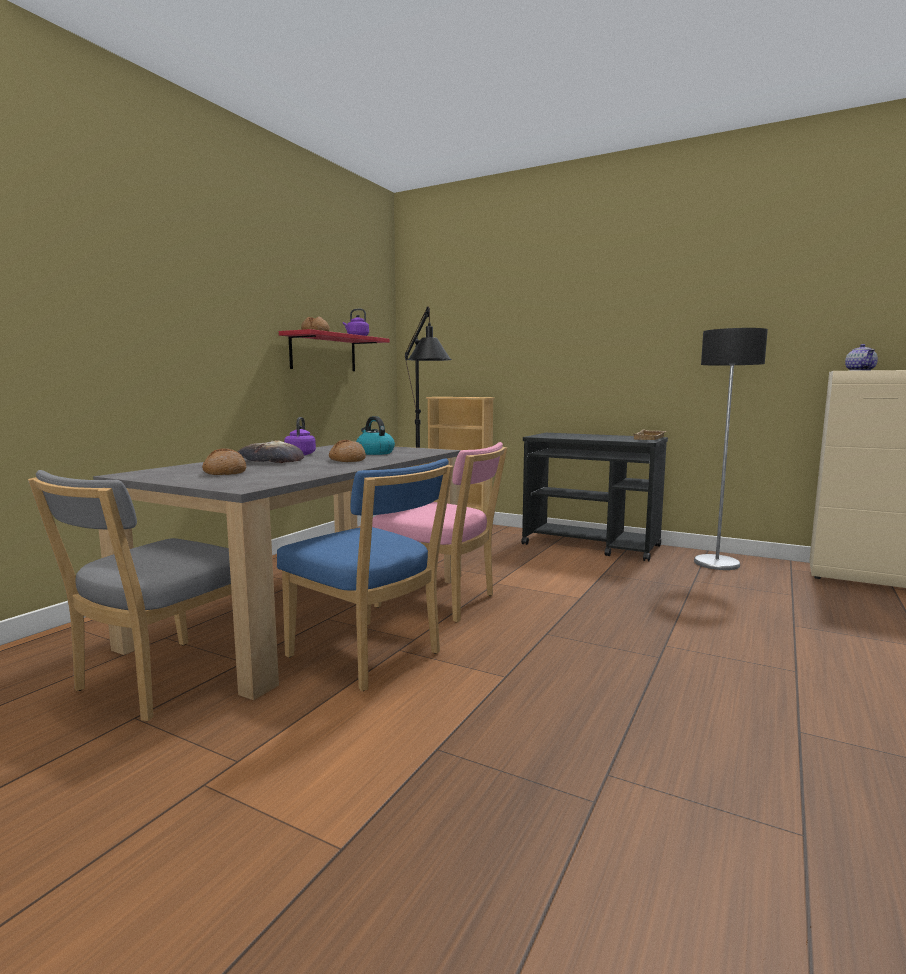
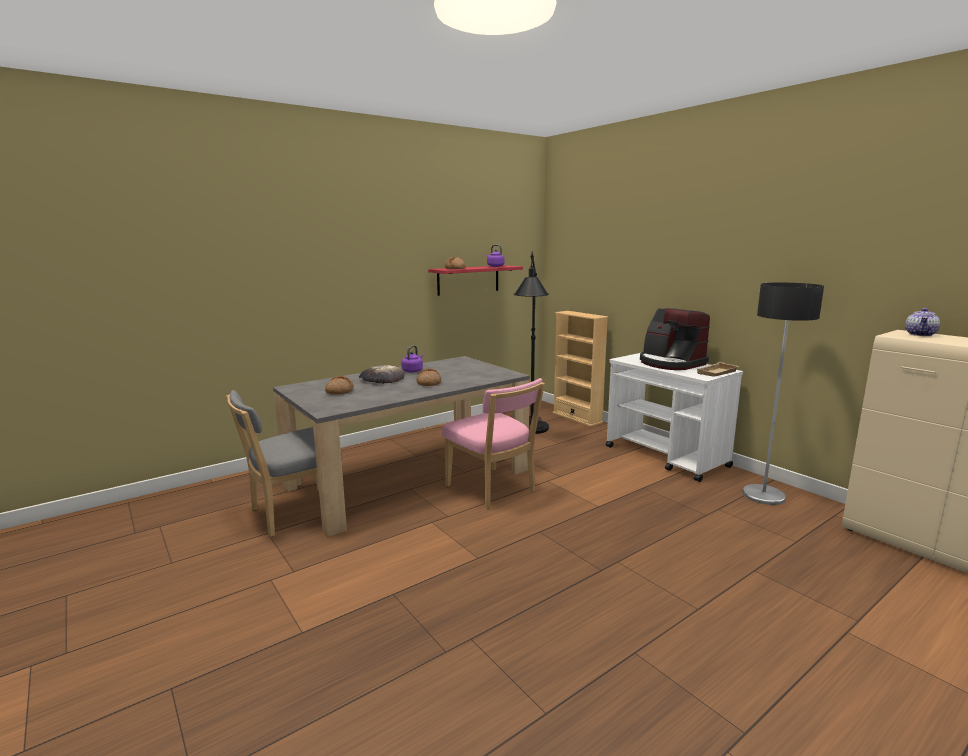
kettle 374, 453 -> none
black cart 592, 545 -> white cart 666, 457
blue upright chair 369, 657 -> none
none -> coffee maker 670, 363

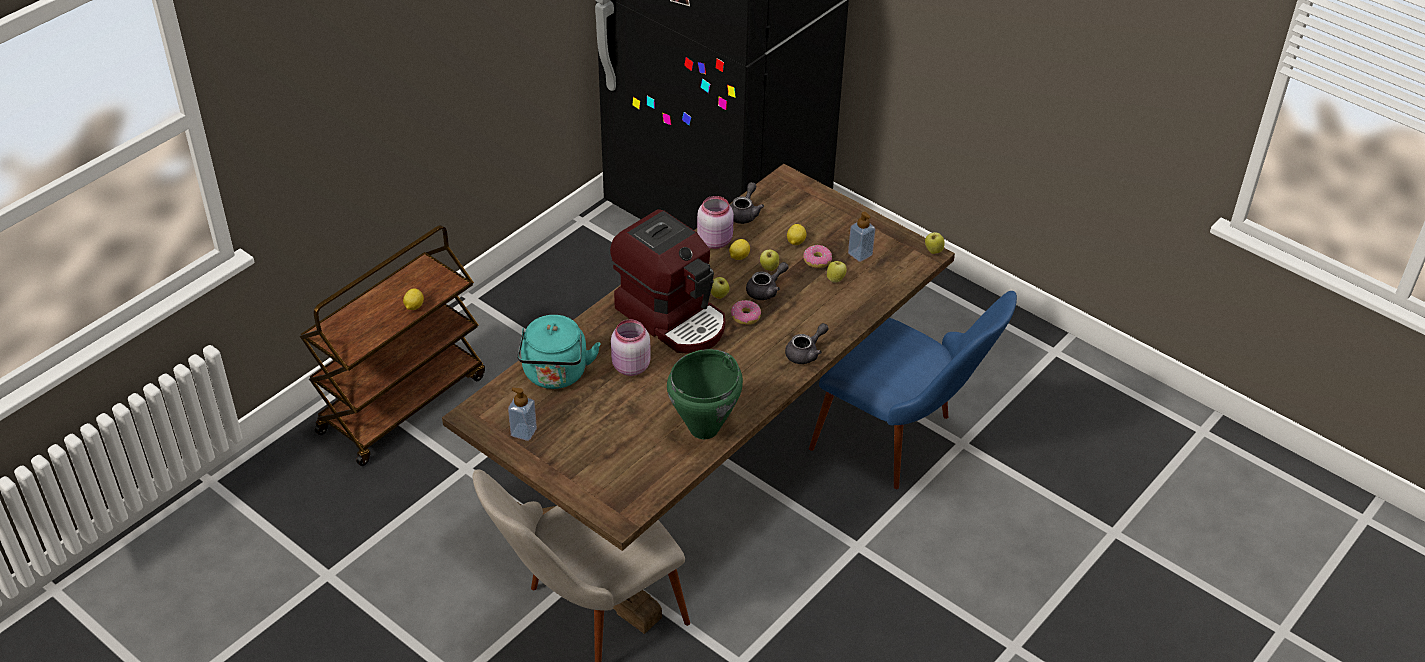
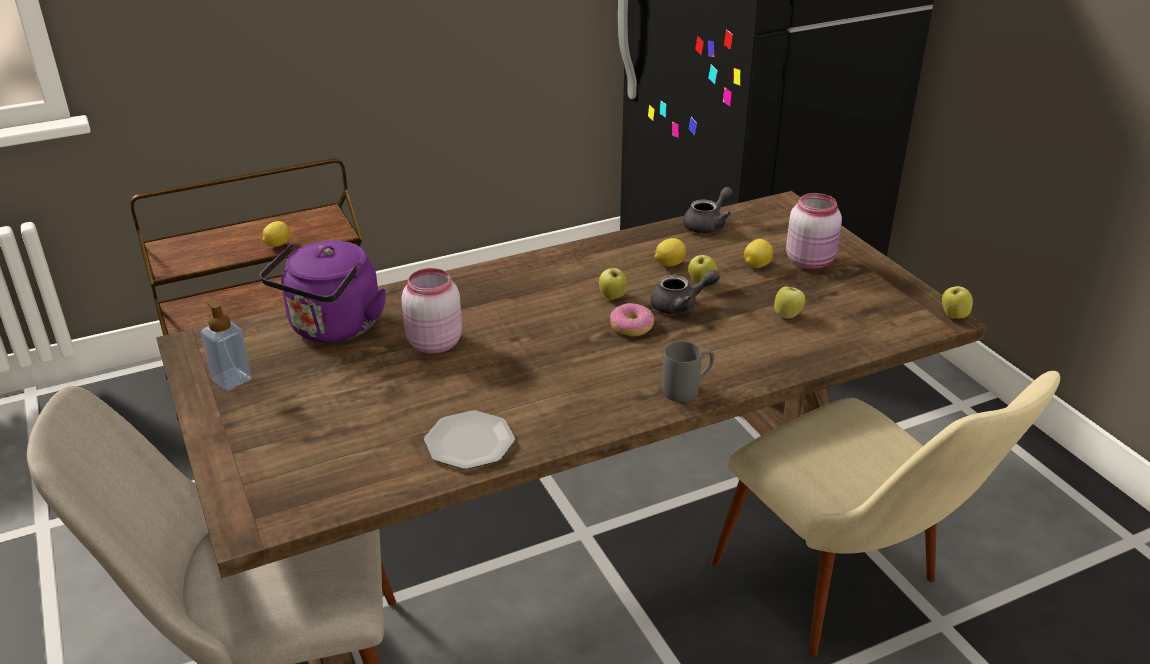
pink-coloured storage jar 715, 240 -> pink-coloured storage jar 811, 261, move
coffee maker 673, 317 -> none
soap bottle 860, 254 -> none
doughnut 817, 261 -> none
blue upright chair 902, 442 -> beige upright chair 849, 594
turquoise-coloured kettle 555, 375 -> purplish kettle 332, 329
grey pot for tea 806, 353 -> grey tea mug 688, 389
greenish stockpot 705, 428 -> dinner plate 470, 443

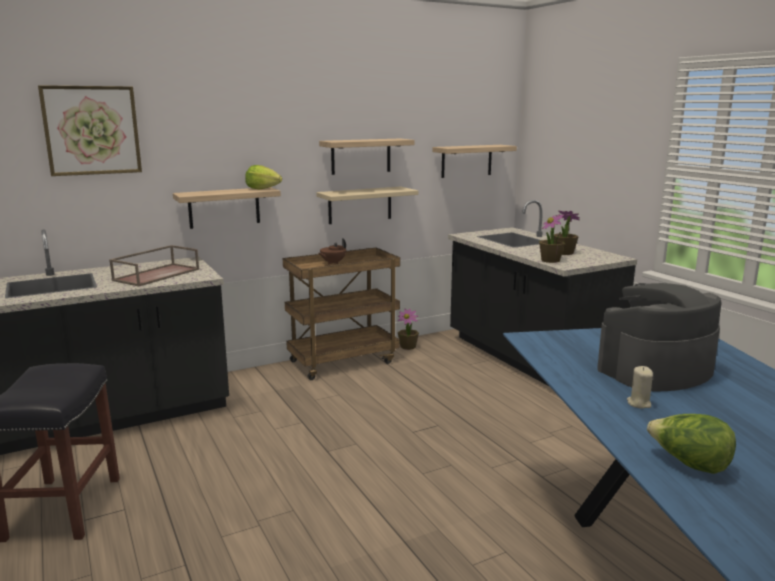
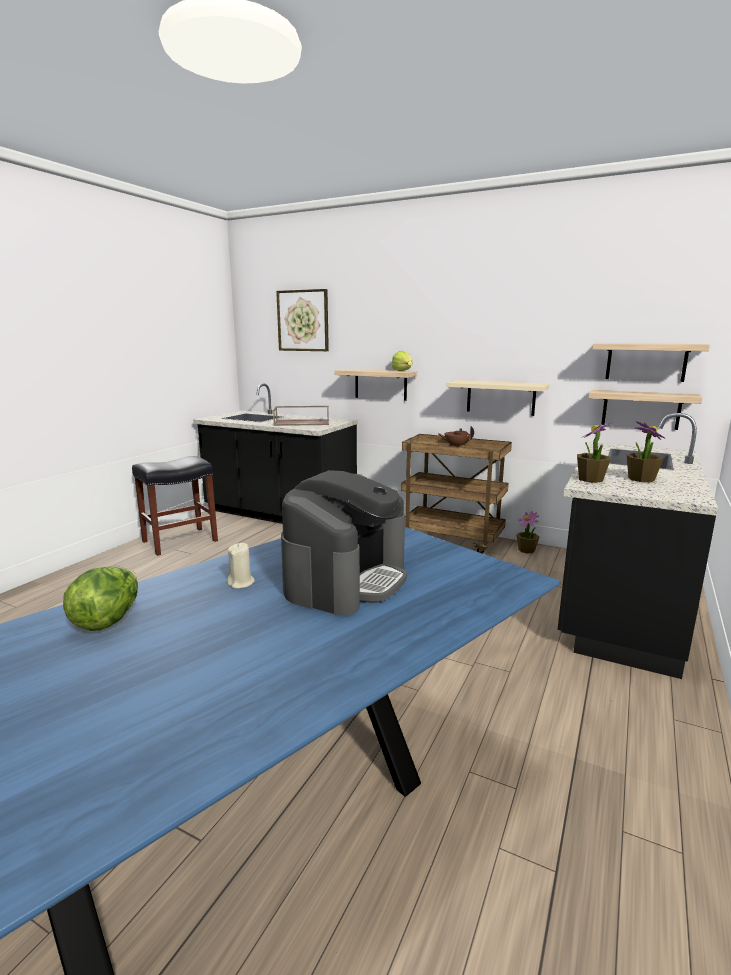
shelf 361, 156 -> shelf 641, 409, move
coffee maker 655, 370 -> coffee maker 346, 579, 90 degrees clockwise

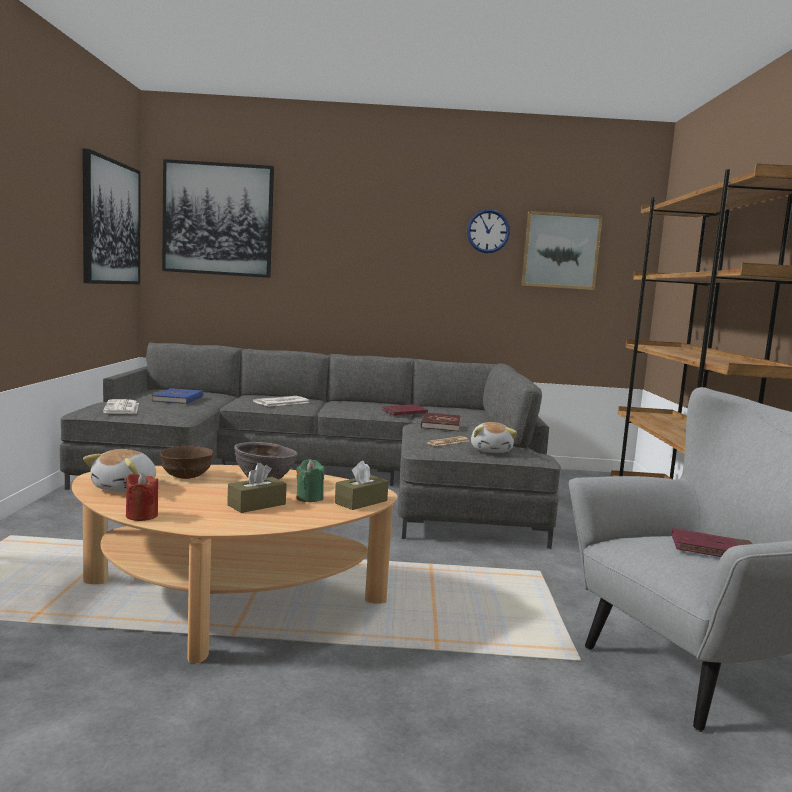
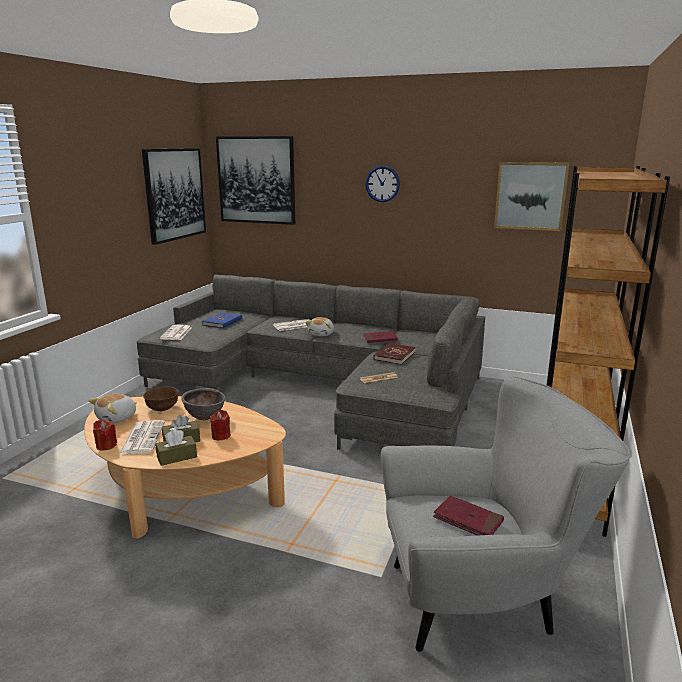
wall clock 488, 231 -> wall clock 382, 184, move
cuddly toy 491, 450 -> cuddly toy 321, 334, move
greenish wax light 309, 498 -> red wax light 221, 436
brown tissue holder 361, 502 -> brown tissue holder 177, 457, move
none -> daily paper 142, 438

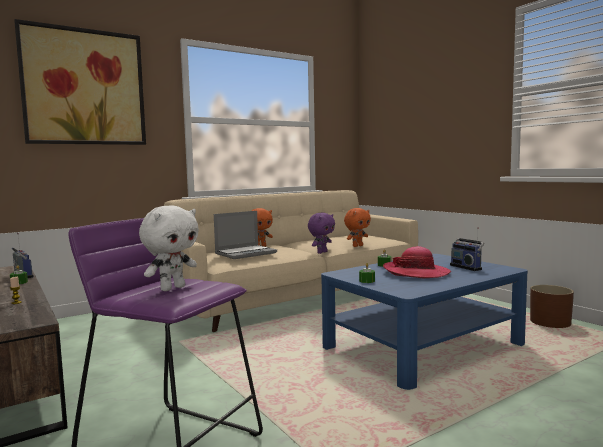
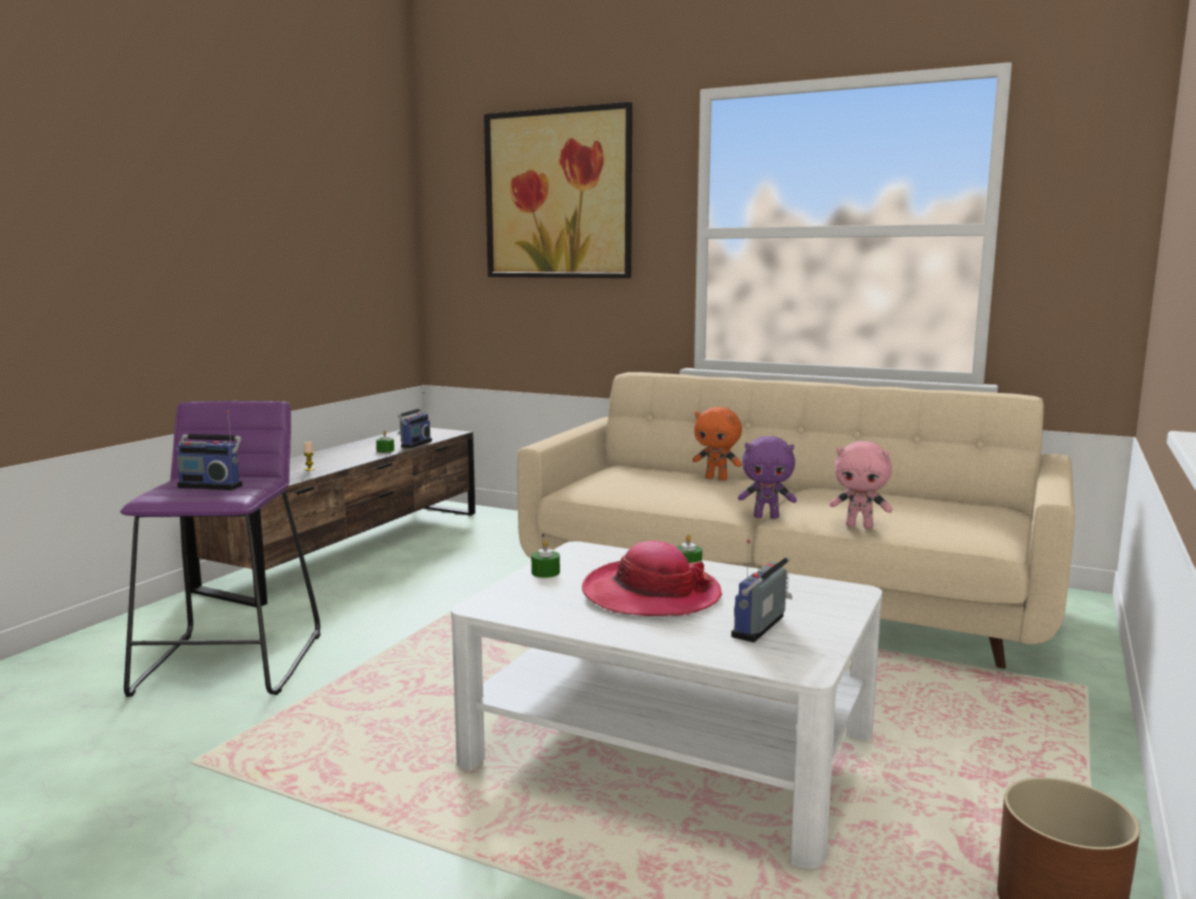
white cuddly toy 172, 288 -> radio receiver 212, 485
orange-coloured cuddly toy 357, 246 -> pink-coloured cuddly toy 860, 526
laptop 246, 253 -> none
blue low table 423, 346 -> white low table 670, 749

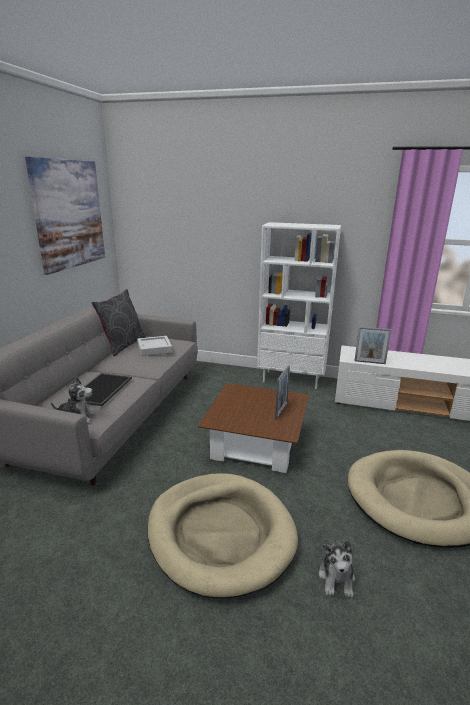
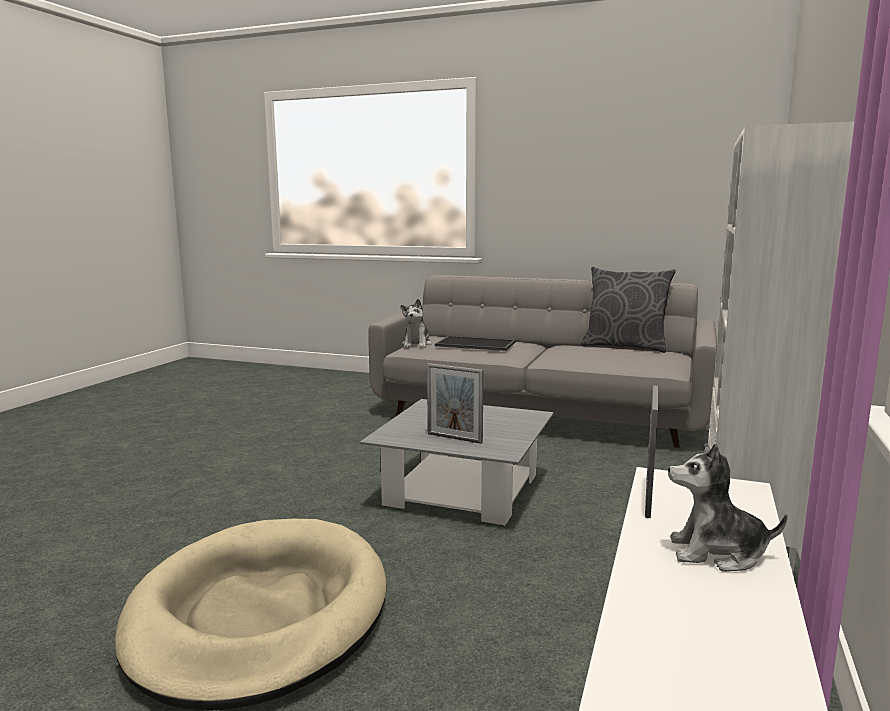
wall art 69, 214 -> none
grey serving tray 154, 349 -> none
brown low table 256, 444 -> grey low table 462, 490
beige dog cushion 220, 534 -> none
cuddly toy 337, 578 -> cuddly toy 717, 553, move

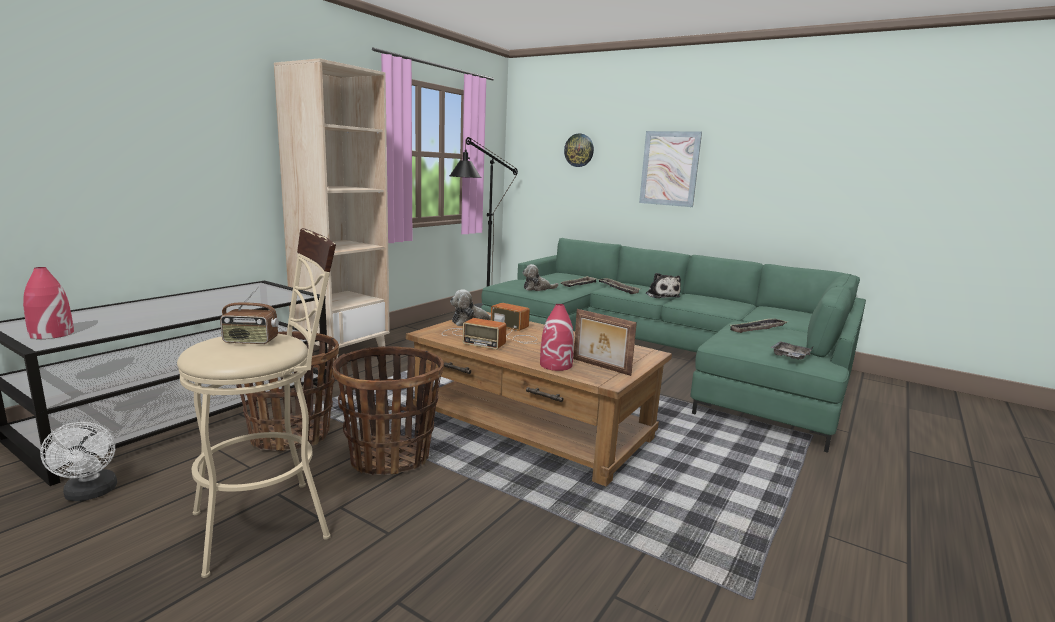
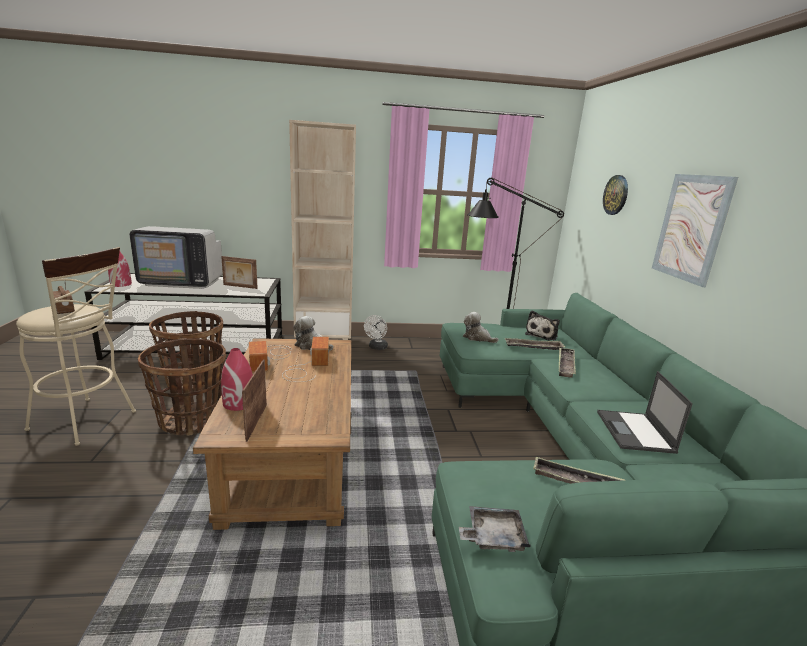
cuddly toy 661, 295 -> cuddly toy 542, 335, move
white fan 90, 494 -> white fan 376, 347, move
none -> TV set 182, 282
none -> standing frame 240, 287
none -> laptop 635, 432

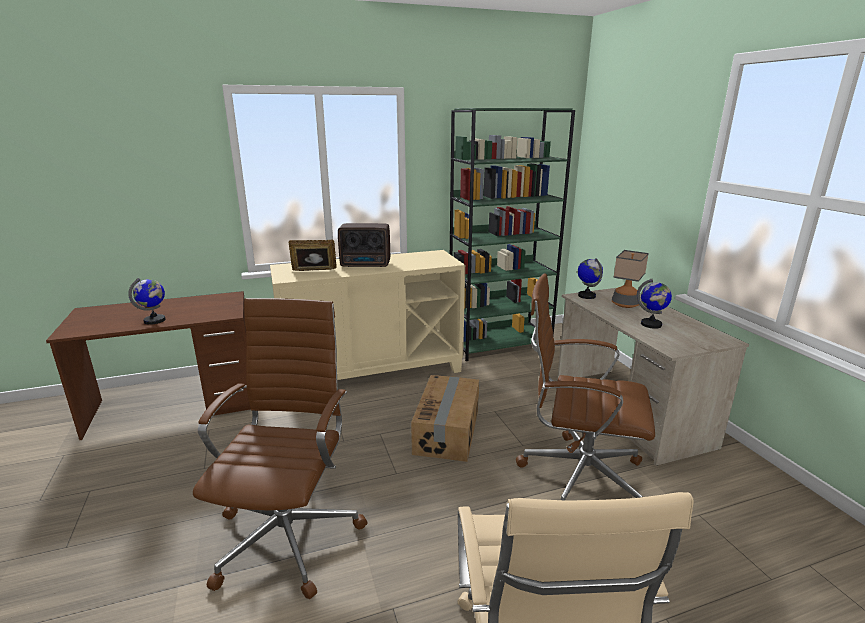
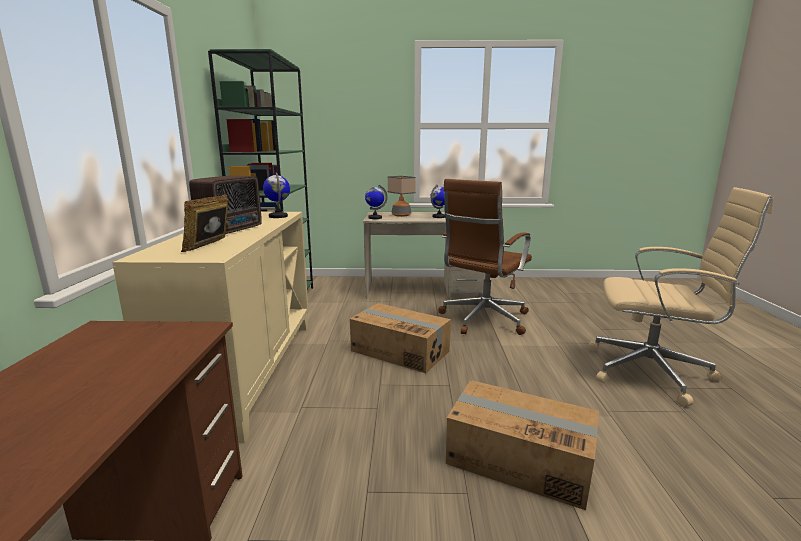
globe 155, 320 -> globe 278, 216, move
brown computer chair 290, 533 -> packing box 519, 459

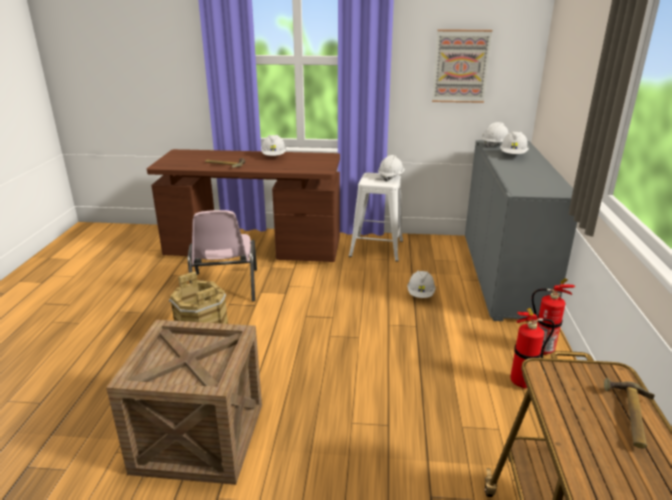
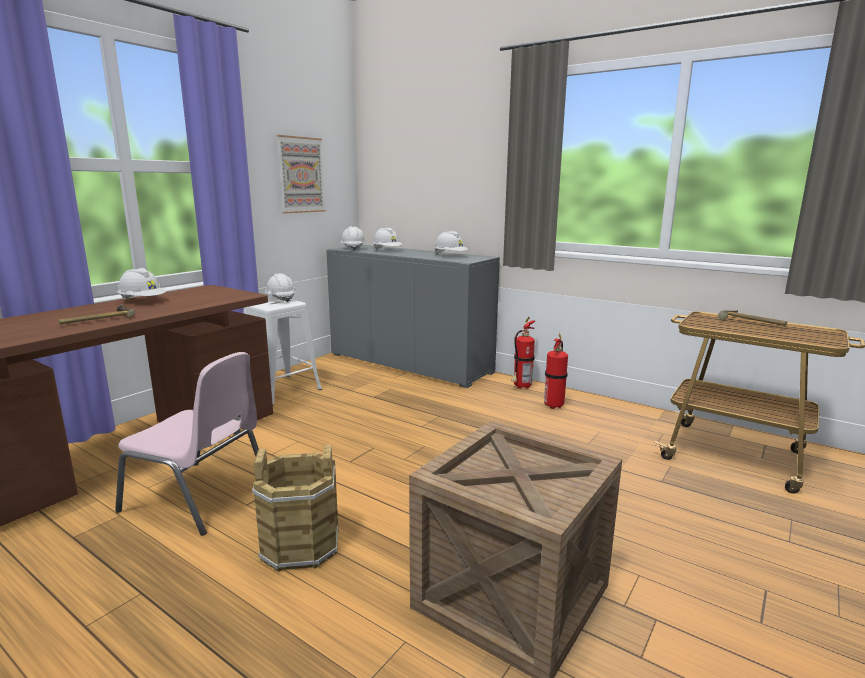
white safety helmet 420, 294 -> white safety helmet 450, 256, move

